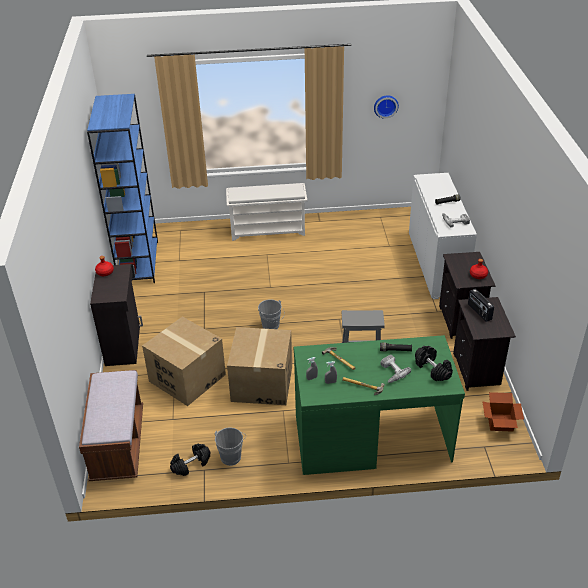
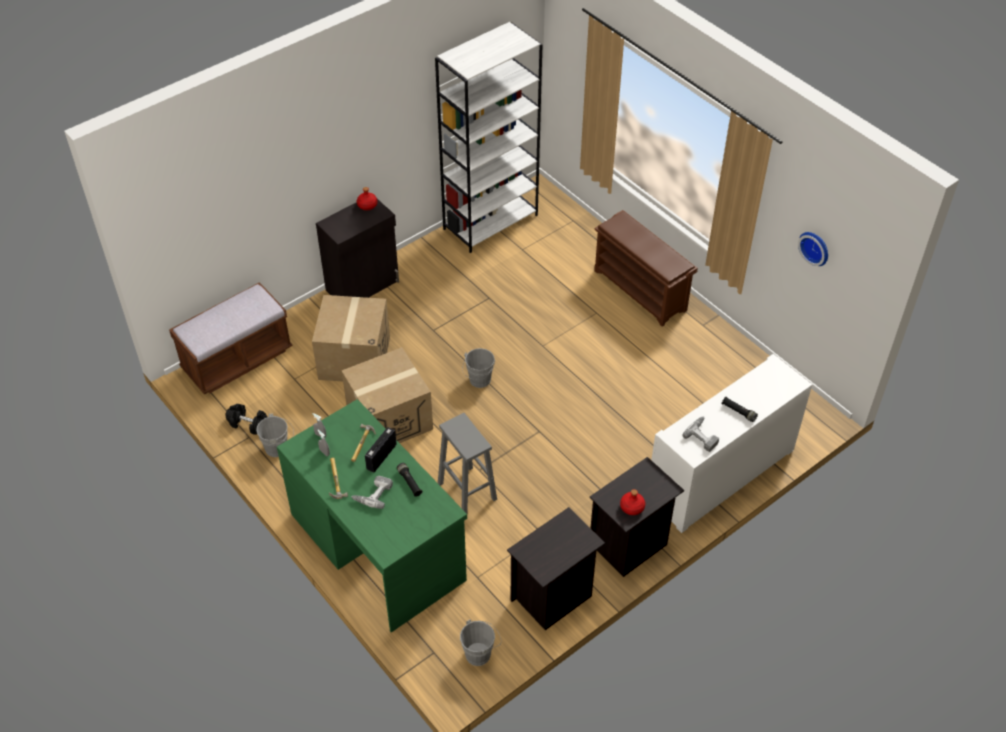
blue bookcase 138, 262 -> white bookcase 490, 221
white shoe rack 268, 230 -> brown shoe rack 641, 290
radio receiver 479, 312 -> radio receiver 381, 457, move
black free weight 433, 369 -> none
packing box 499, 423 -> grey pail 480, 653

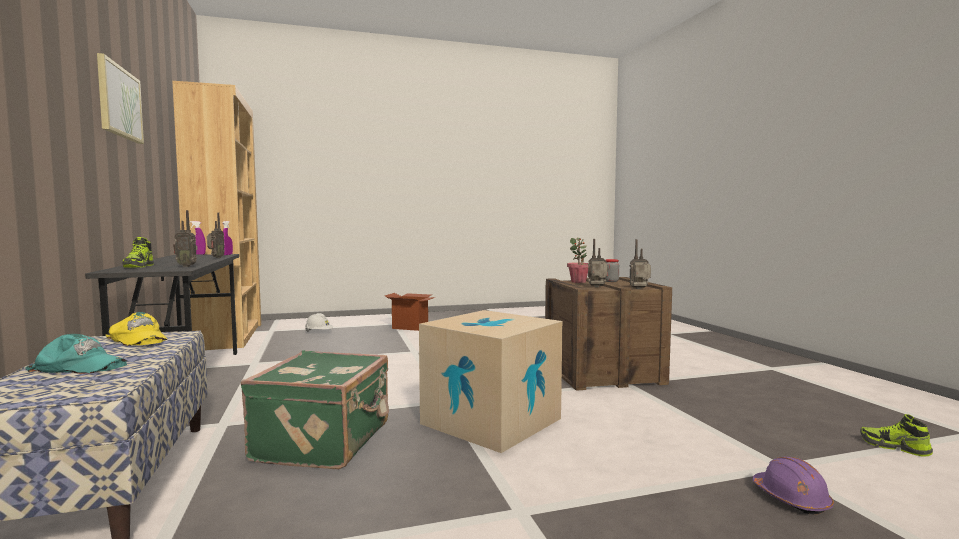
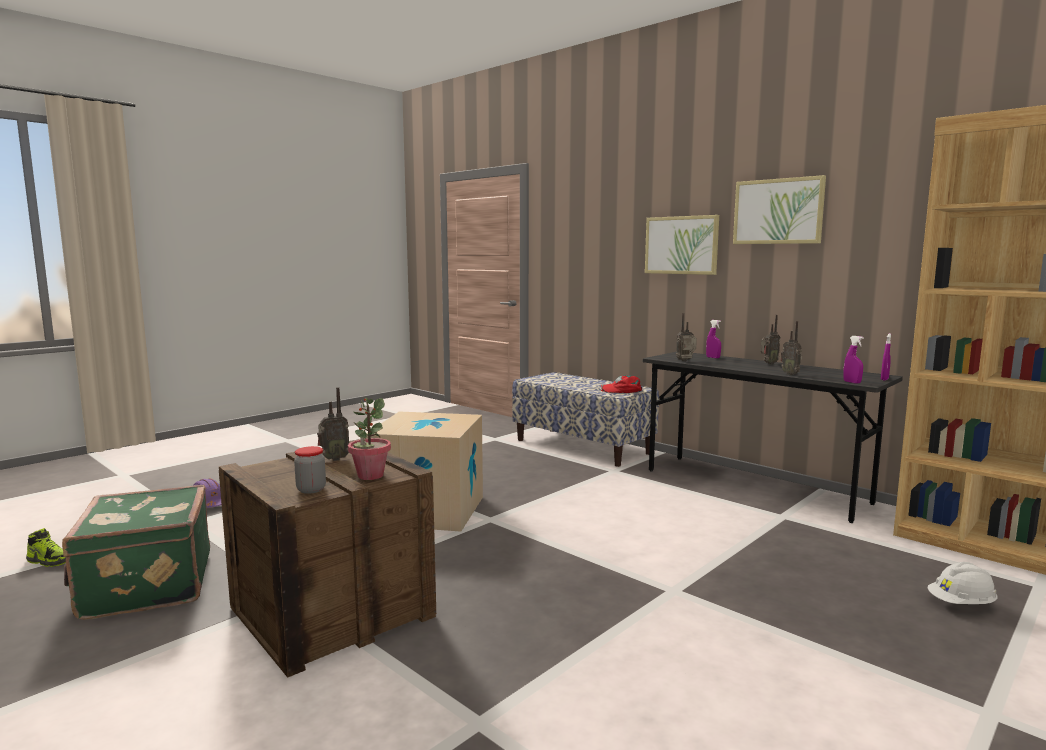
low shoe 139, 266 -> purplish hand sprayer 713, 357
radio receiver 640, 289 -> radio receiver 768, 363, move
packing box 410, 327 -> none
yellow-coloured peaked cap 138, 339 -> red peaked cap 622, 390
turquoise-coloured peaked cap 80, 366 -> none
greenish travel case 325, 442 -> greenish travel case 145, 586, move
none -> wall art 681, 245

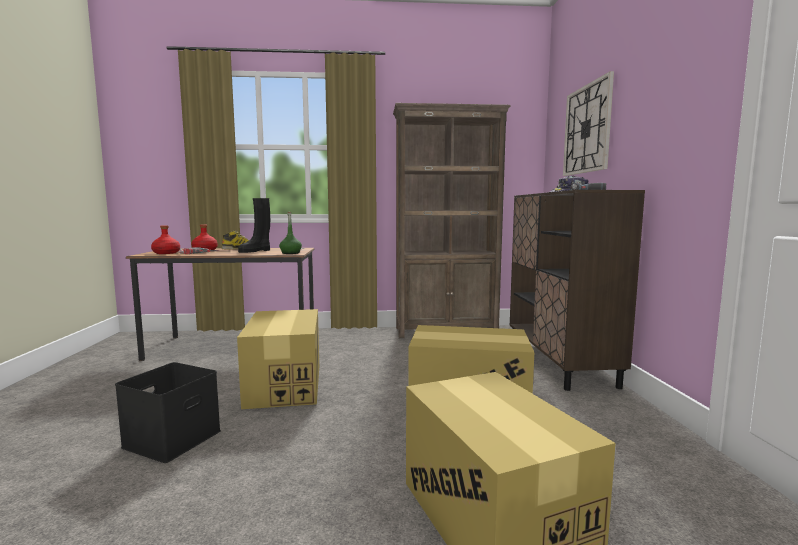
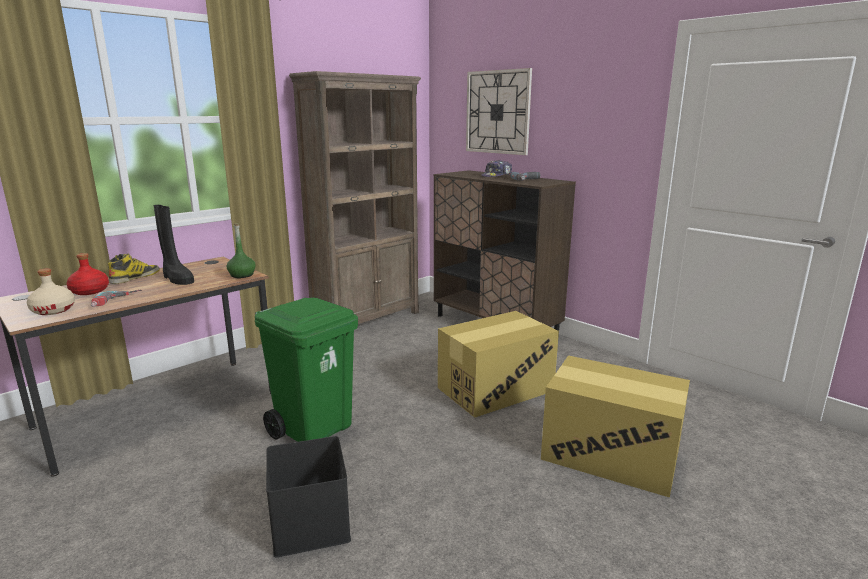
black boot 255, 251 -> black boot 177, 279, 45 degrees counterclockwise
red beverage bottle 166, 253 -> beige beverage bottle 53, 310
packing box 285, 385 -> greenish trash can 314, 428

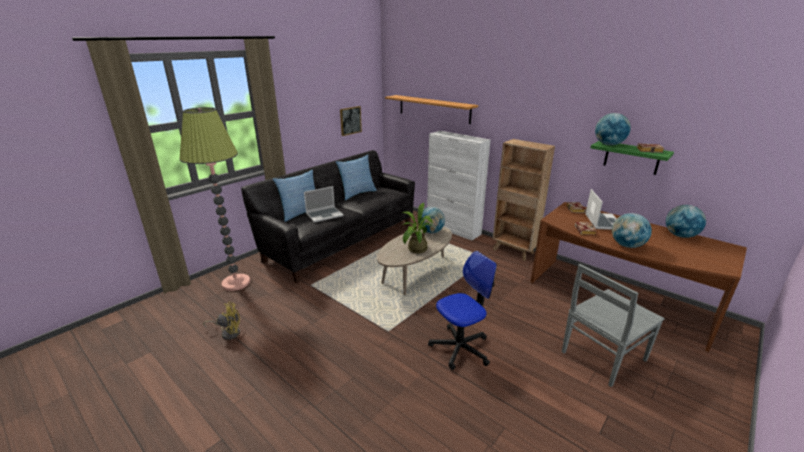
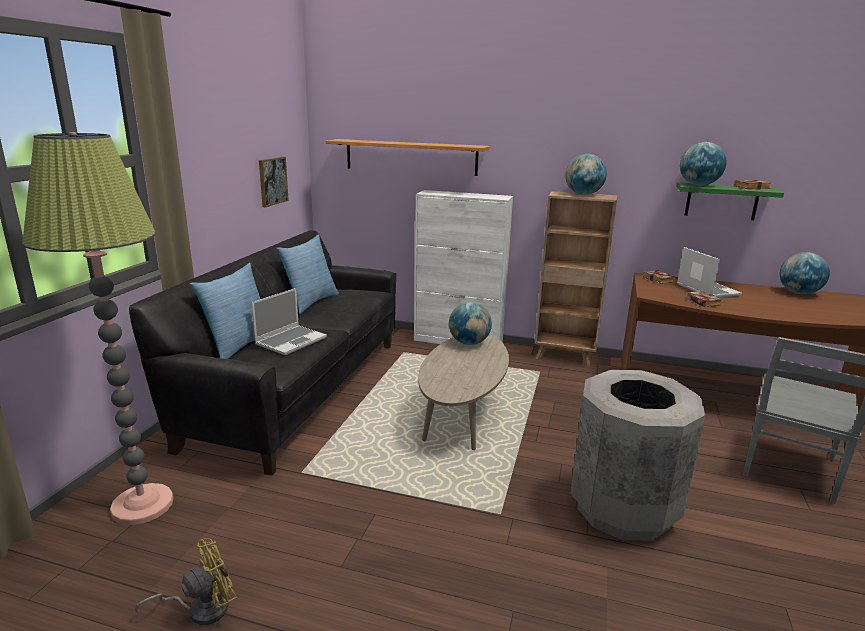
potted plant 416, 250 -> none
globe 626, 245 -> globe 583, 194, move
computer chair 460, 348 -> grey trash can 623, 508

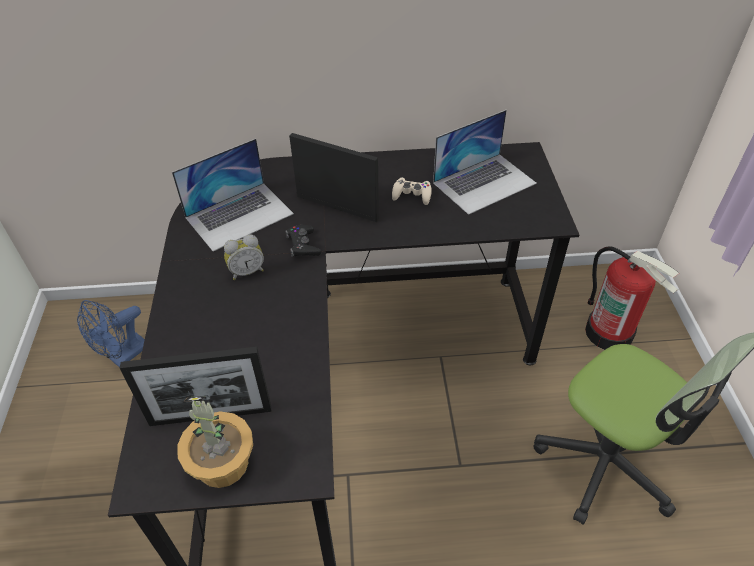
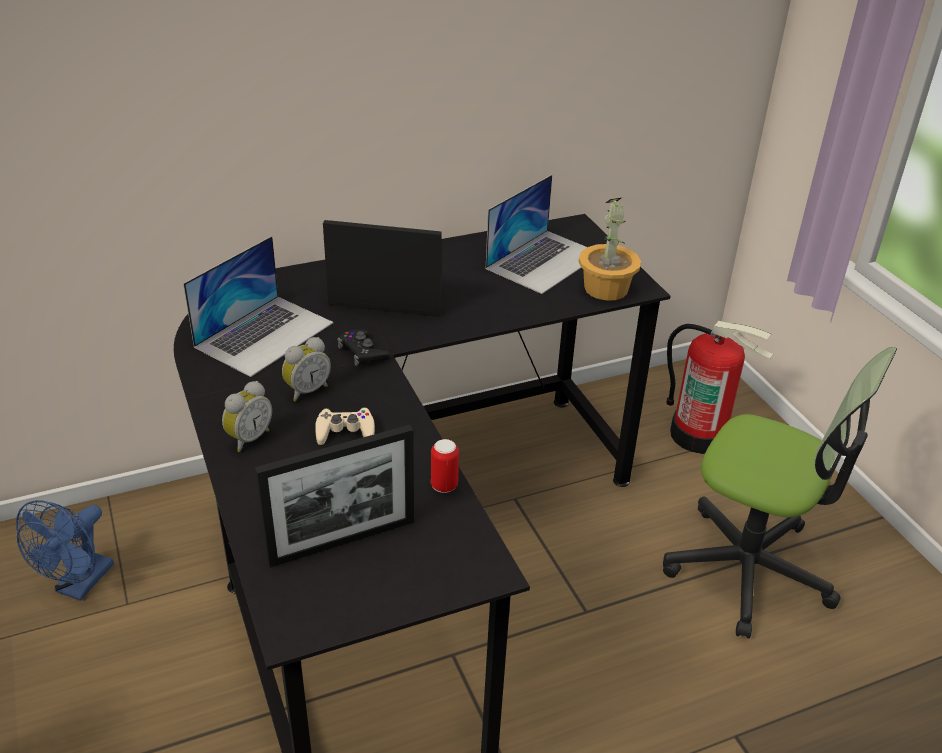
beige joypad 412, 194 -> beige joypad 345, 431, move
potted plant 222, 464 -> potted plant 606, 289, move
none -> alarm clock 248, 438
none -> sealed can 444, 485

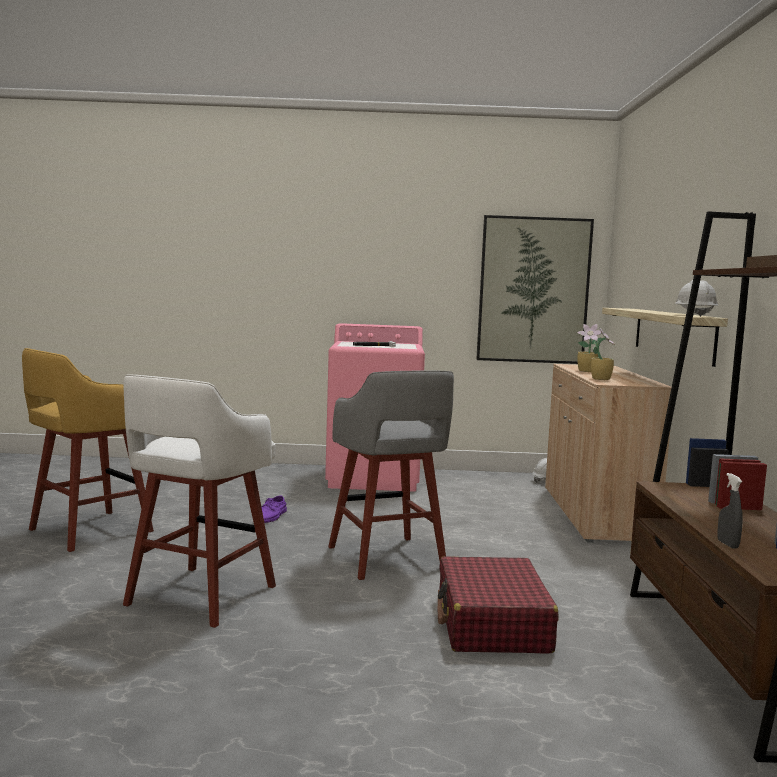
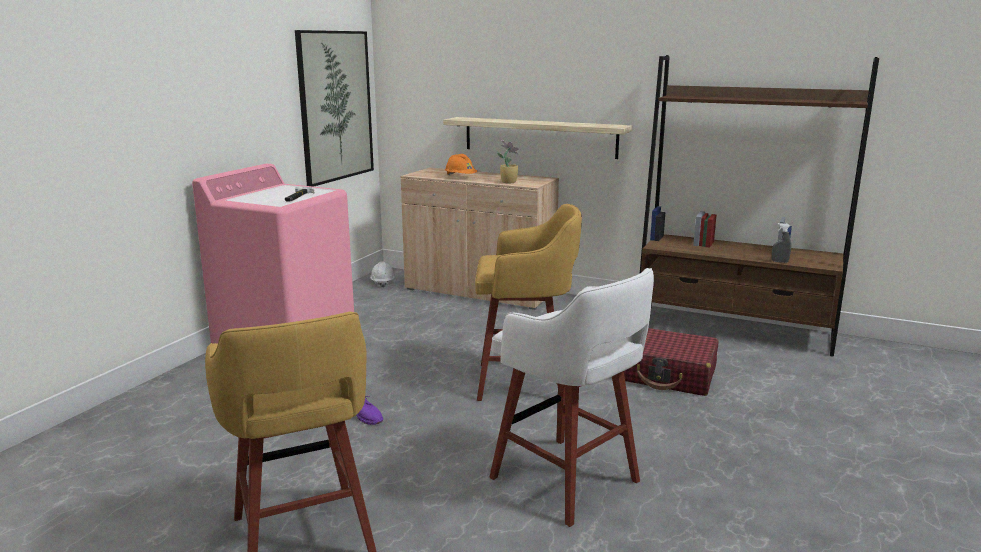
white safety helmet 694, 315 -> none
potted plant 587, 371 -> orange-coloured safety helmet 460, 177
grey stool 387, 559 -> yellow-coloured stool 524, 382

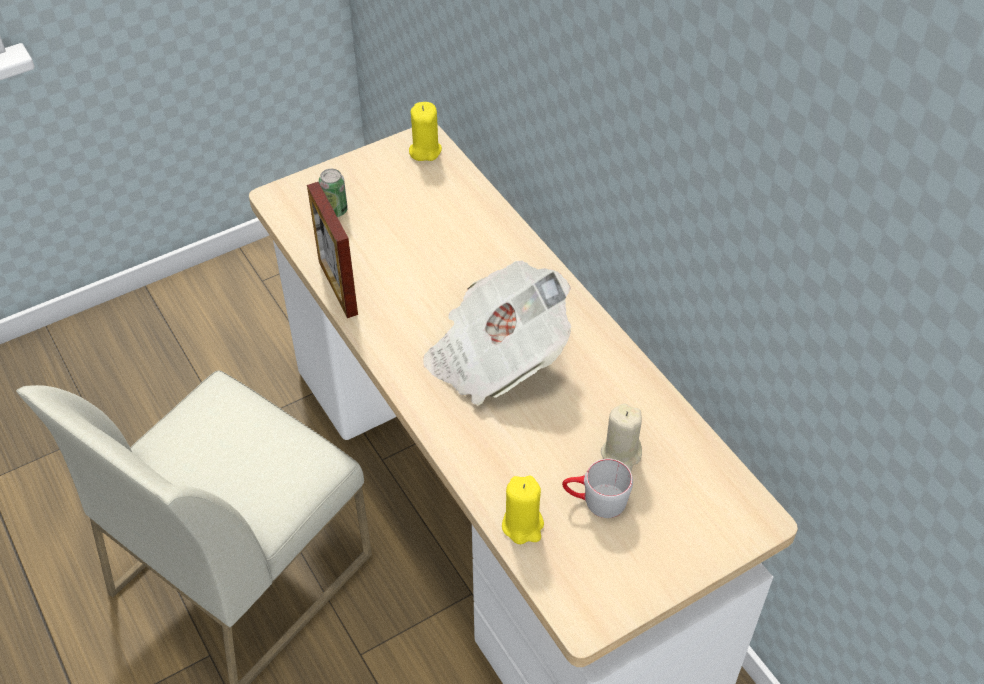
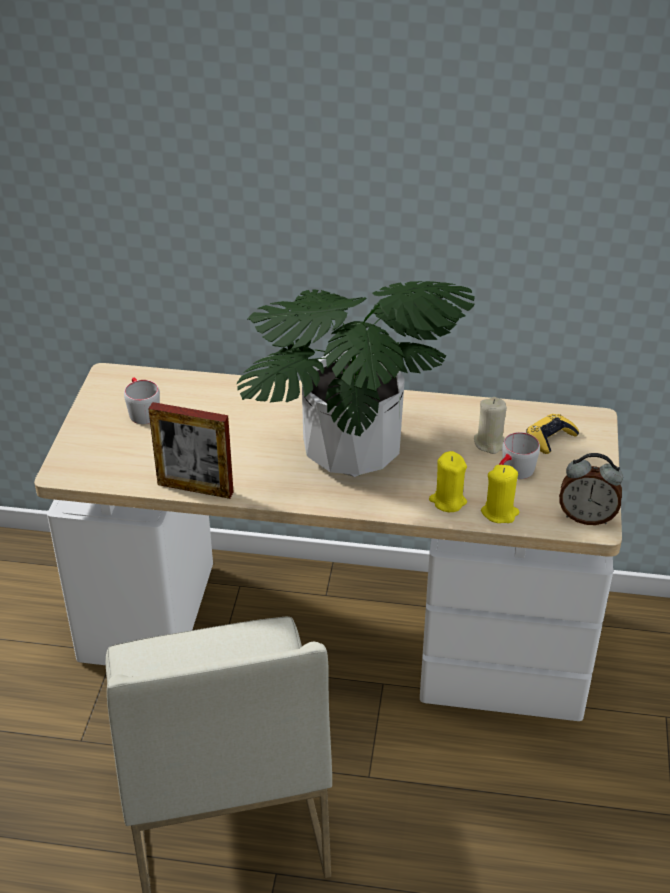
yellow-coloured wax light 425, 150 -> yellow-coloured wax light 447, 501, move
sealed can 335, 210 -> none
daily paper 496, 357 -> potted plant 351, 450
none -> grey tea mug 141, 410
none -> yellow-coloured joypad 550, 438
none -> alarm clock 586, 517

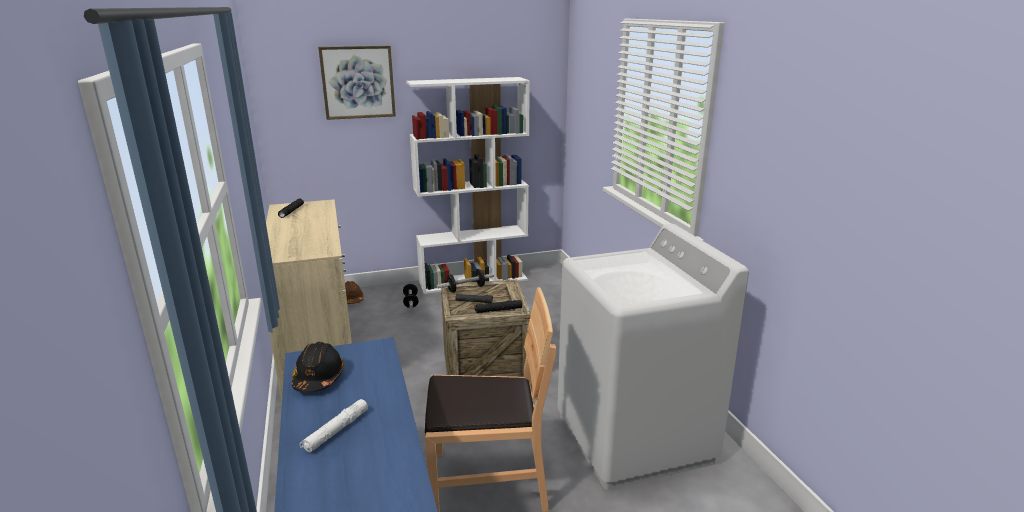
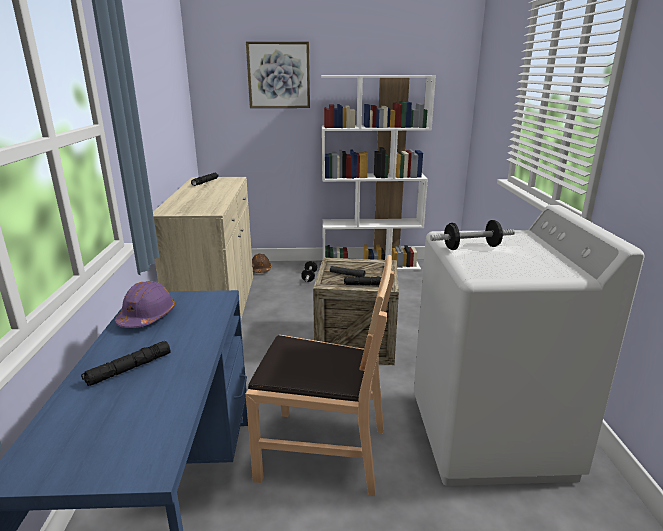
free weight 466, 289 -> free weight 471, 247, move
black safety helmet 318, 378 -> purplish safety helmet 147, 317
white flashlight 336, 431 -> black flashlight 129, 369

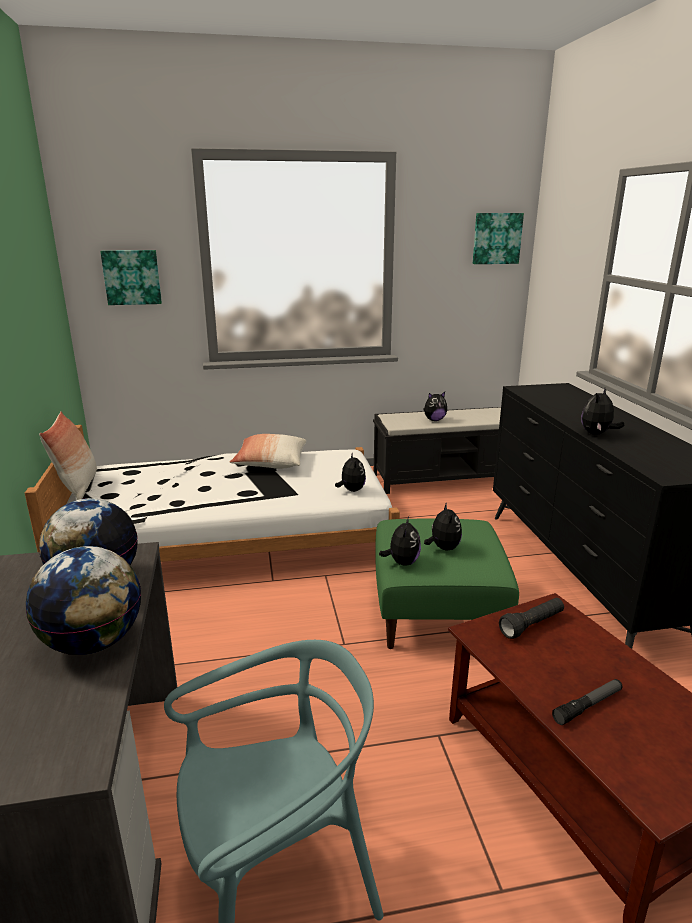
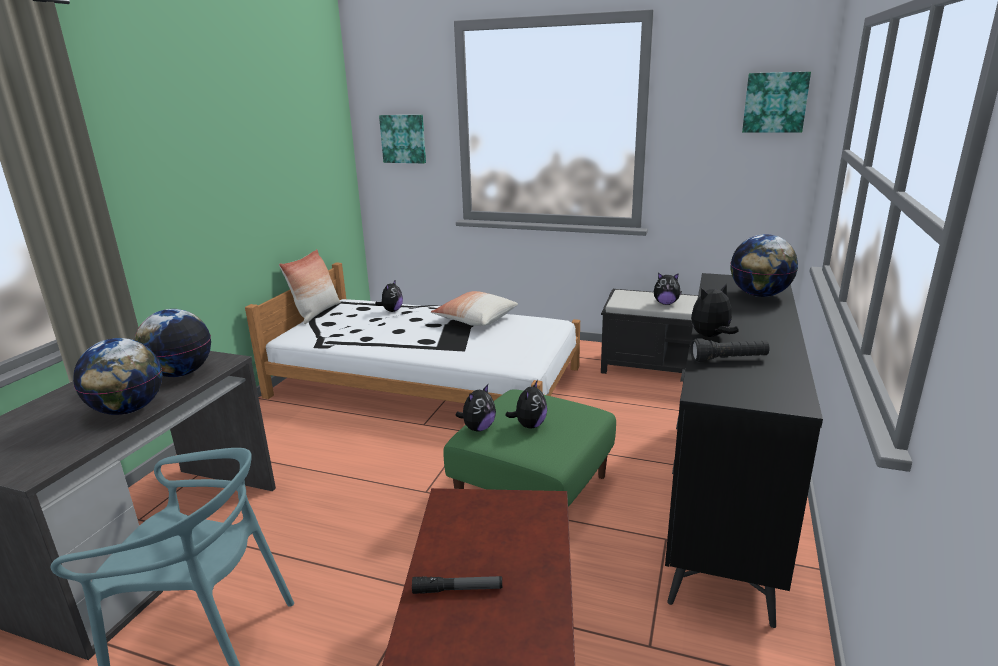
cuddly toy 351, 490 -> cuddly toy 391, 310, move
black flashlight 532, 625 -> black flashlight 729, 359, move
none -> globe 759, 295

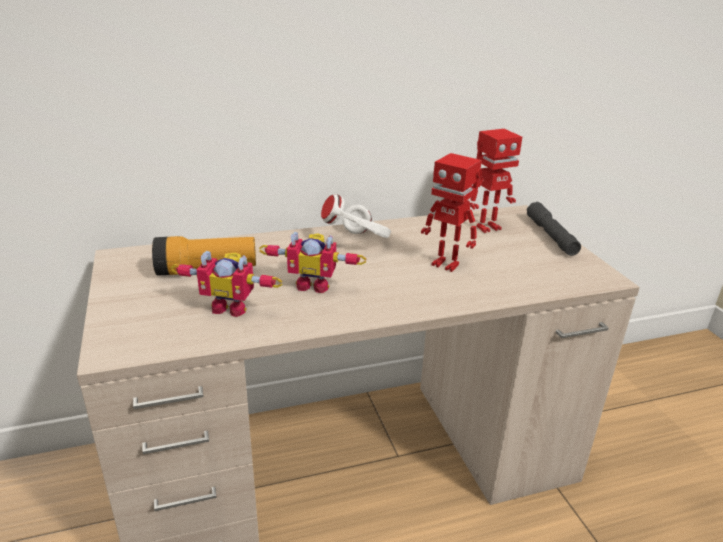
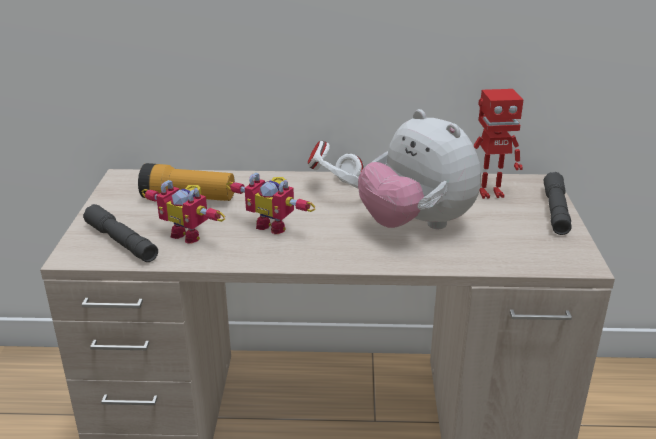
robot figure 446, 264 -> cuddly toy 416, 225
none -> grey flashlight 121, 242

